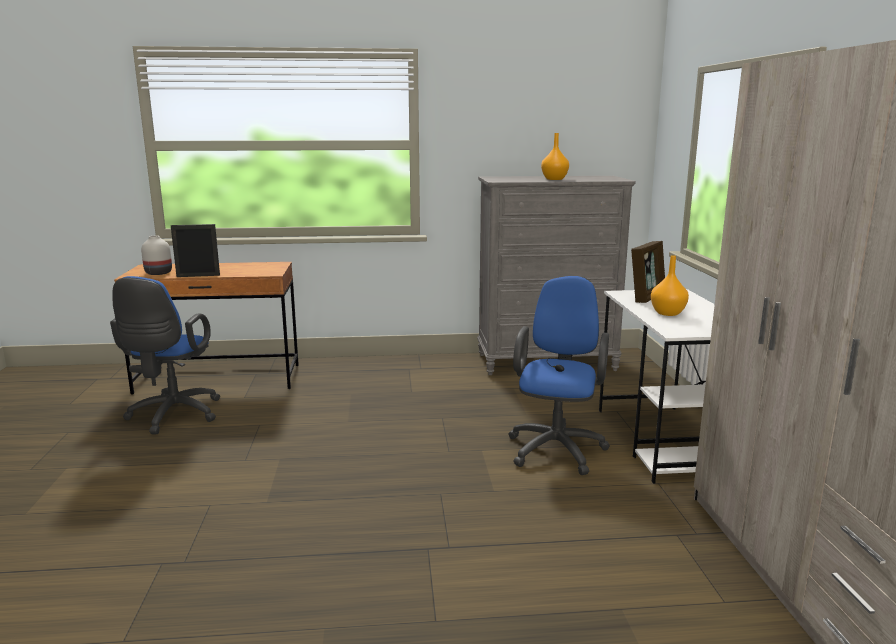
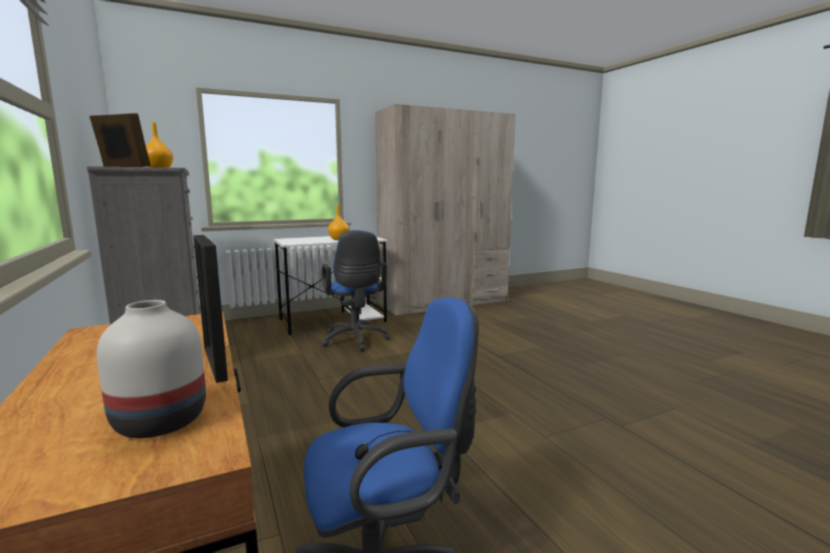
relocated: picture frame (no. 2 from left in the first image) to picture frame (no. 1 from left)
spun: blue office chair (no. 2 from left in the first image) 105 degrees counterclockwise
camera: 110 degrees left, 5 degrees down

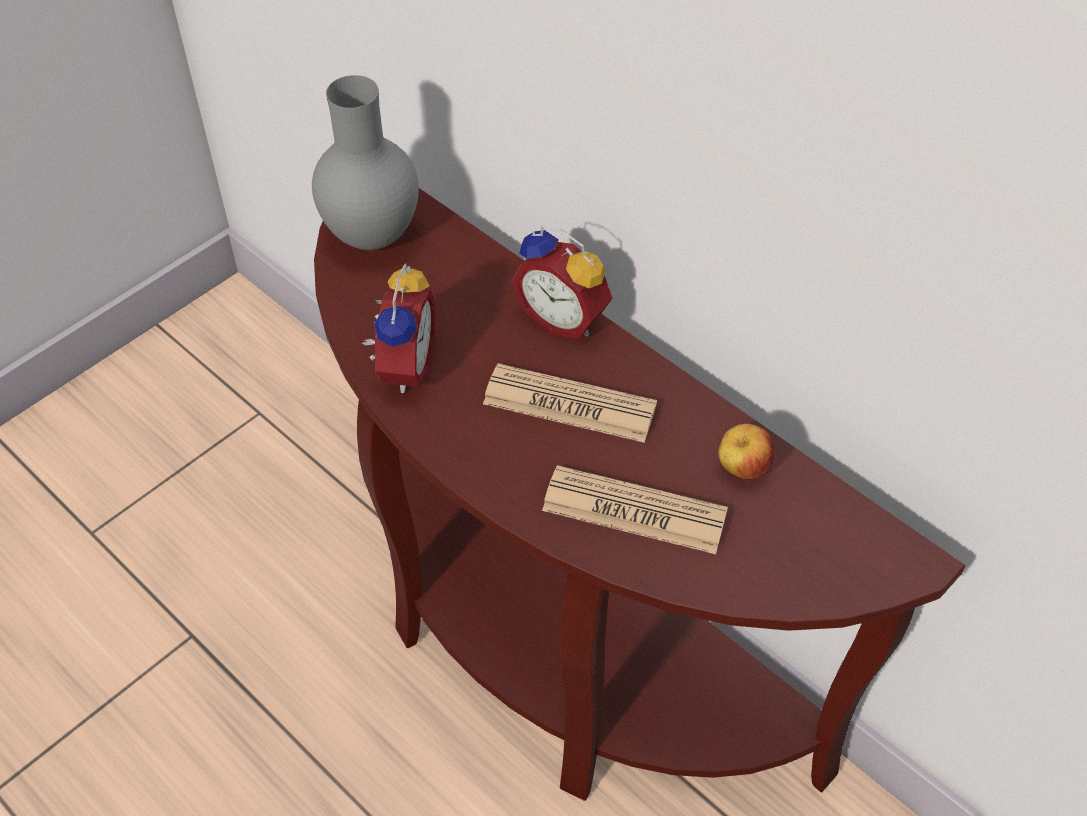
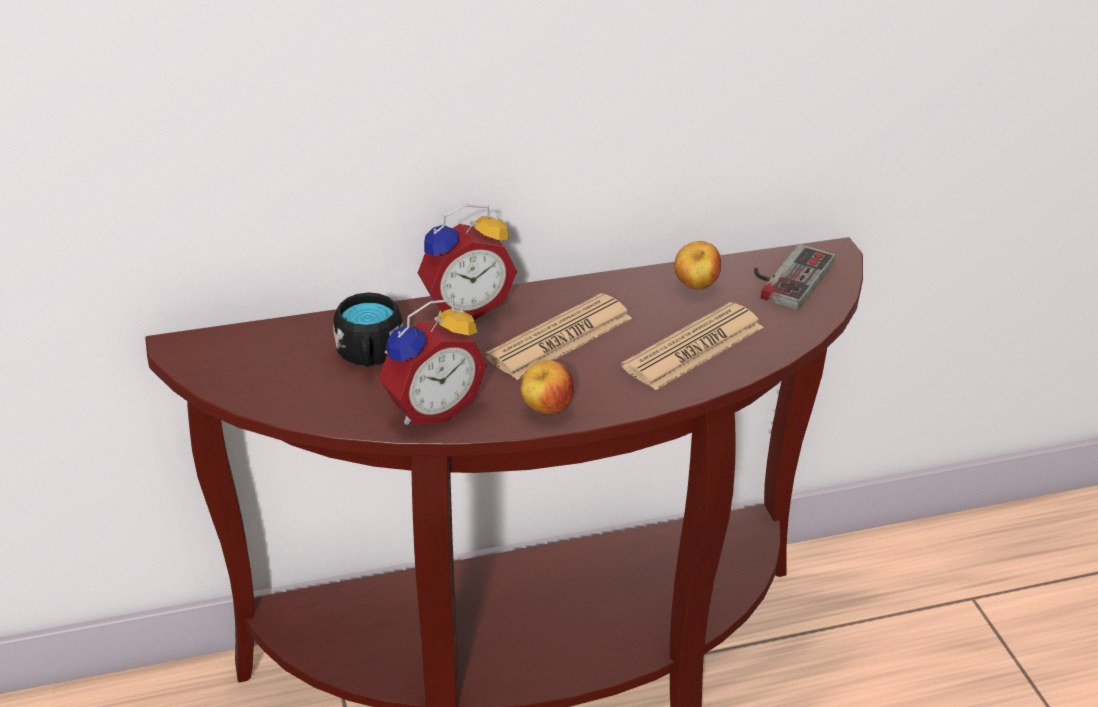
missing: grey vase
appeared: black mug; apple (no. 1 from left); game controller
spun: alarm clock (no. 1 from left) 105 degrees clockwise
camera: 60 degrees left, 15 degrees down

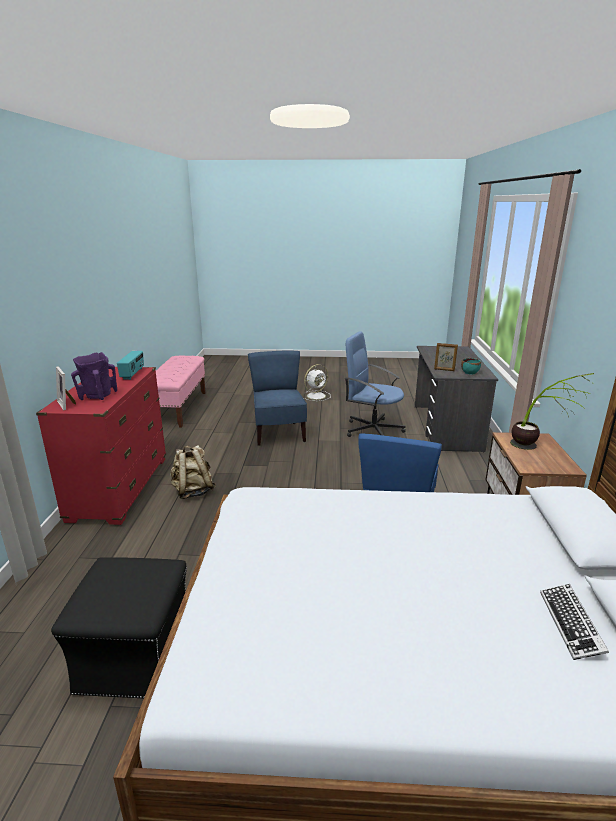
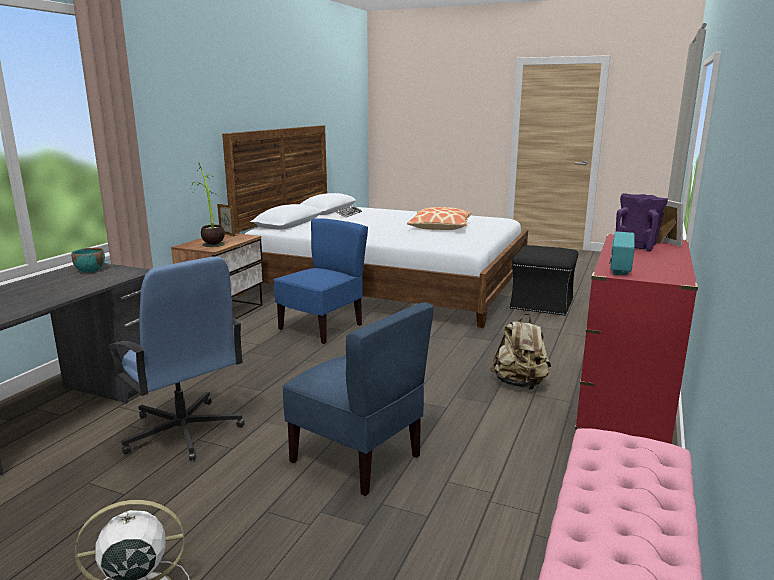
appeared: pillow
relocated: picture frame (no. 2 from left in the first image) to picture frame (no. 1 from left)
spun: blue chair (no. 1 from left in the first image) 60 degrees counterclockwise
camera: 160 degrees left, 5 degrees down

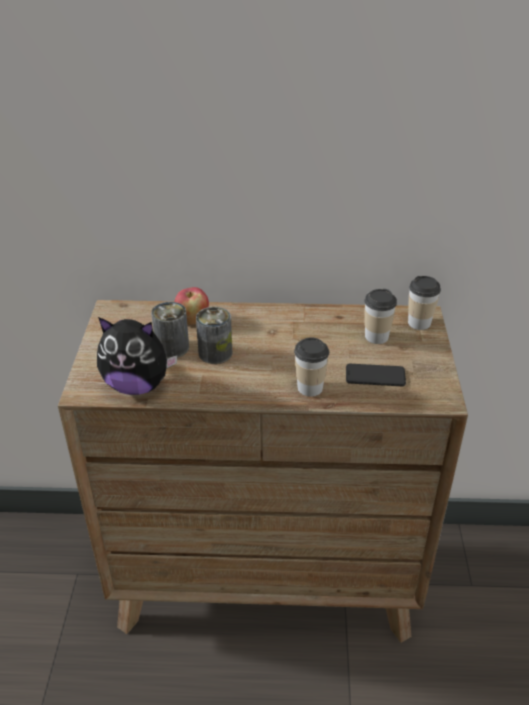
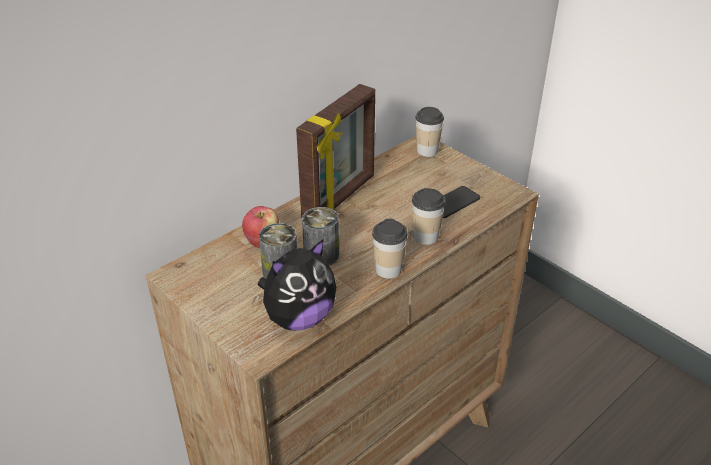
appeared: picture frame
relocated: cup (no. 2 from left in the first image) to cup (no. 1 from left)
camera: 45 degrees left, 0 degrees up

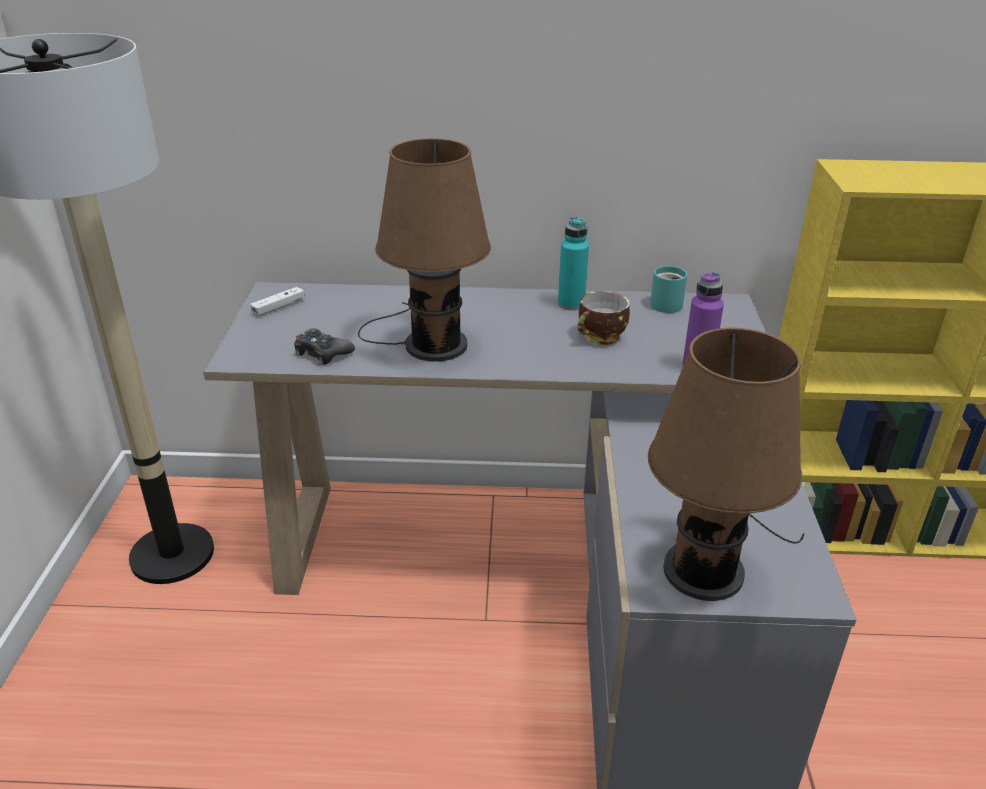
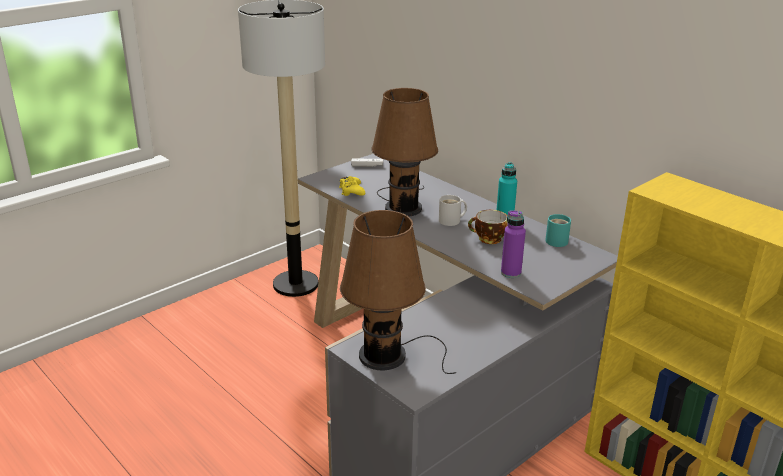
appeared: white mug
colour: black game controller to yellow game controller
camera: 45 degrees right, 5 degrees down

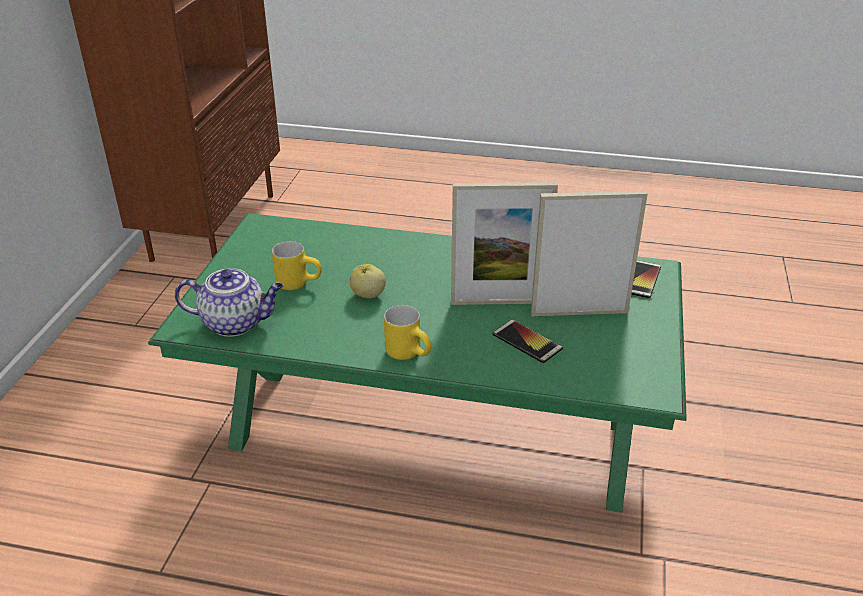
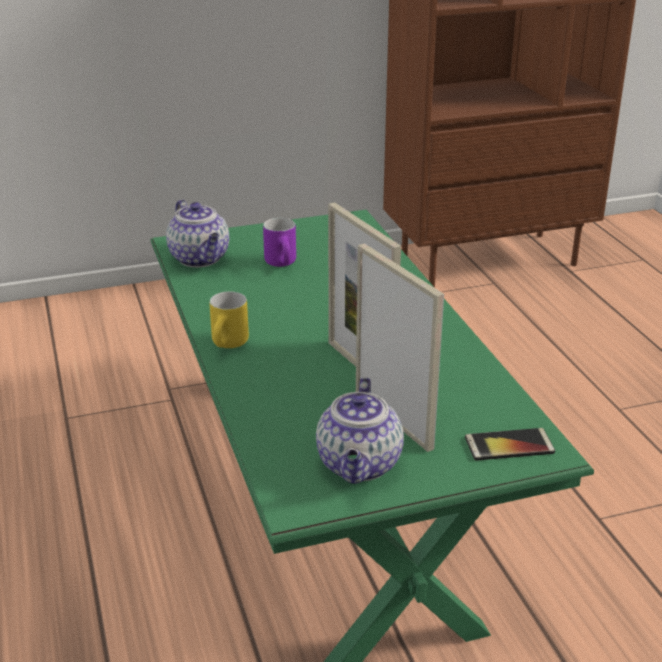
missing: apple; phone (no. 1 from left)
appeared: teapot (no. 2 from left)
colour: yellow mug (no. 1 from left) to purple mug
camera: 60 degrees right, 5 degrees down

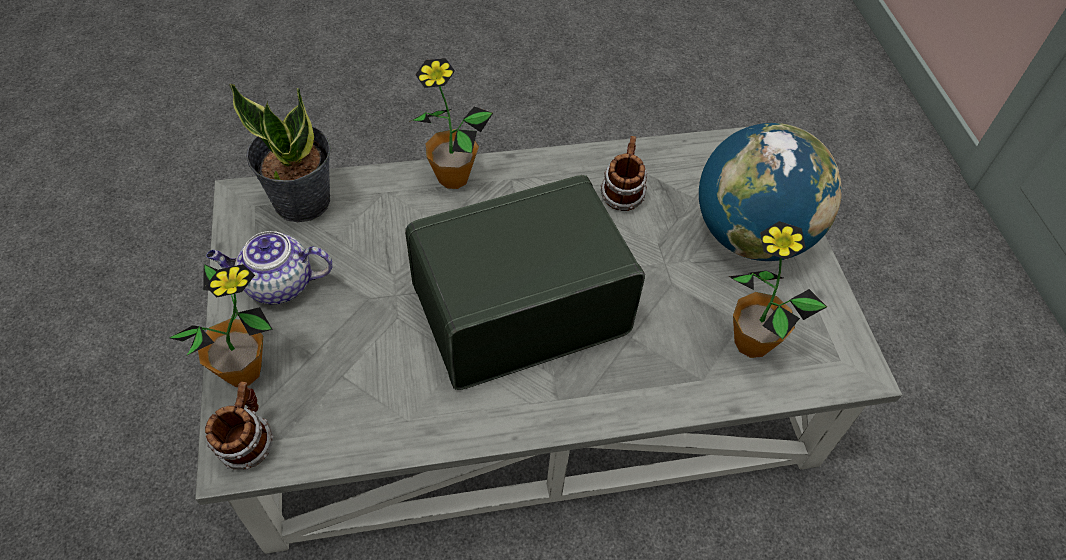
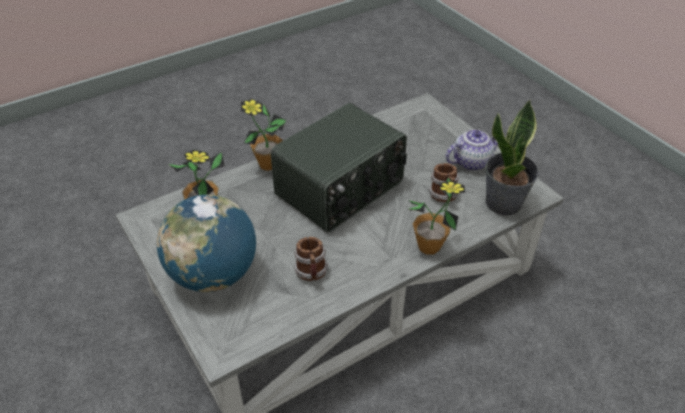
relocated: potted plant (no. 1 from left in the first image) to potted plant (no. 2 from left); mug (no. 1 from left in the first image) to mug (no. 2 from left)
camera: 160 degrees right, 10 degrees down

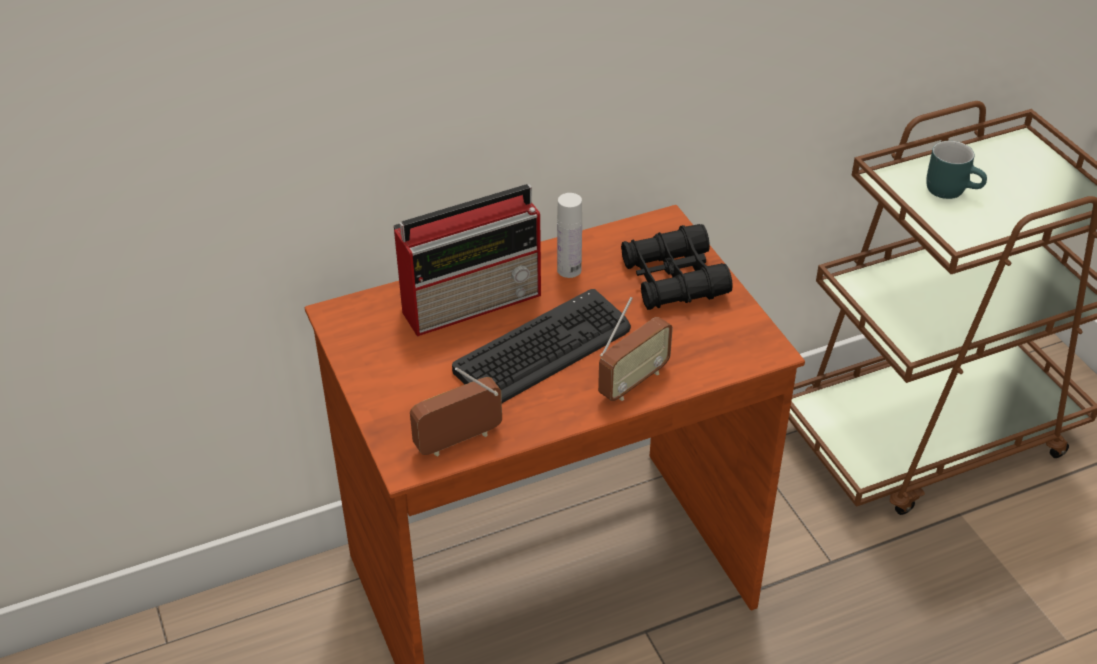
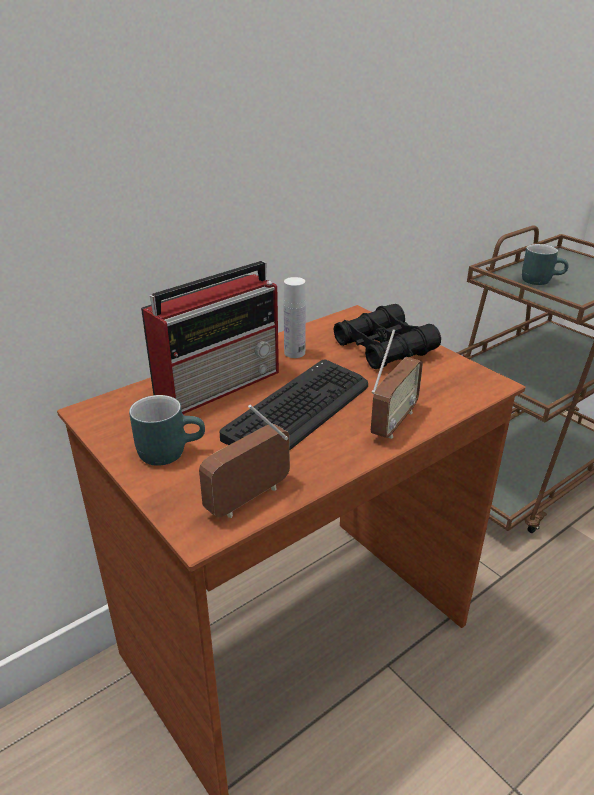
appeared: turquoise mug (no. 1 from left)
camera: 15 degrees left, 10 degrees down

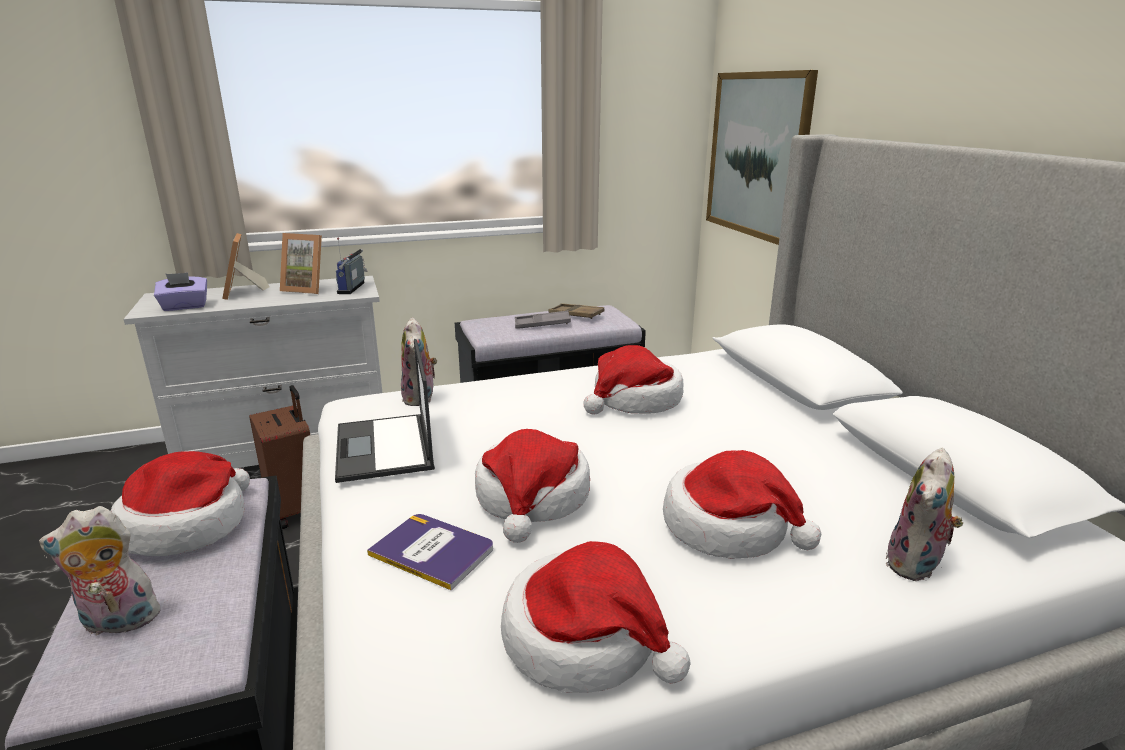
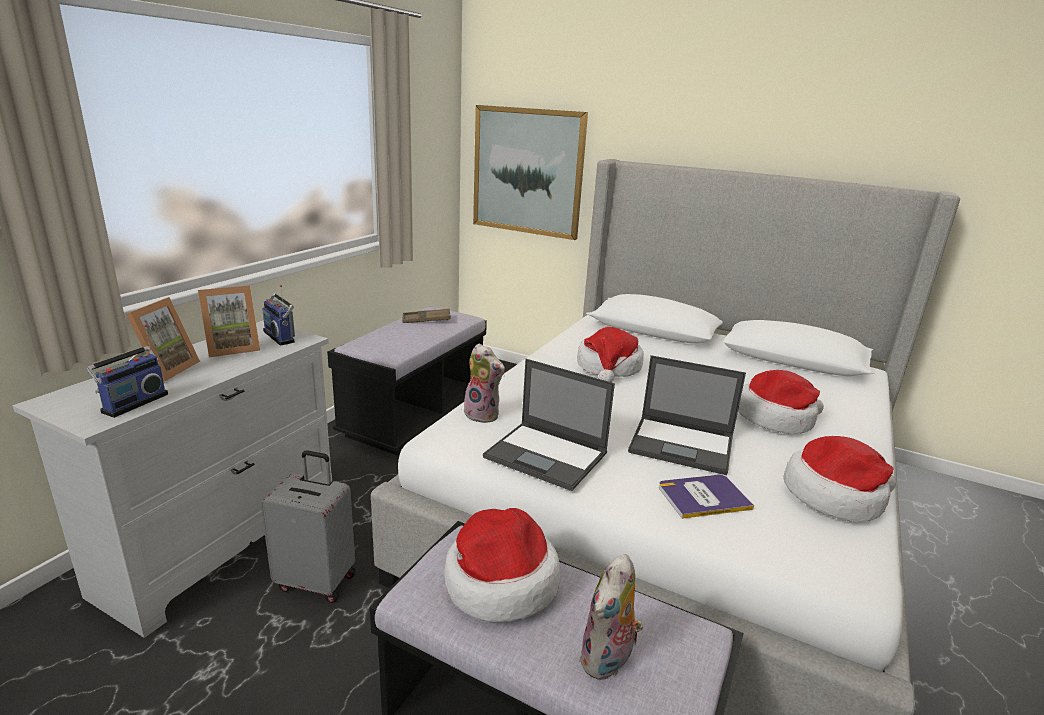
missing: grey tray; plush toy (no. 3 from left)
exchanged: purple tissue box to radio (no. 1 from left); hat (no. 2 from left) to laptop (no. 2 from left)
colour: brown suitcase to grey suitcase
spun: picture frame (no. 1 from left) 105 degrees counterclockwise
camera: 45 degrees left, 0 degrees up

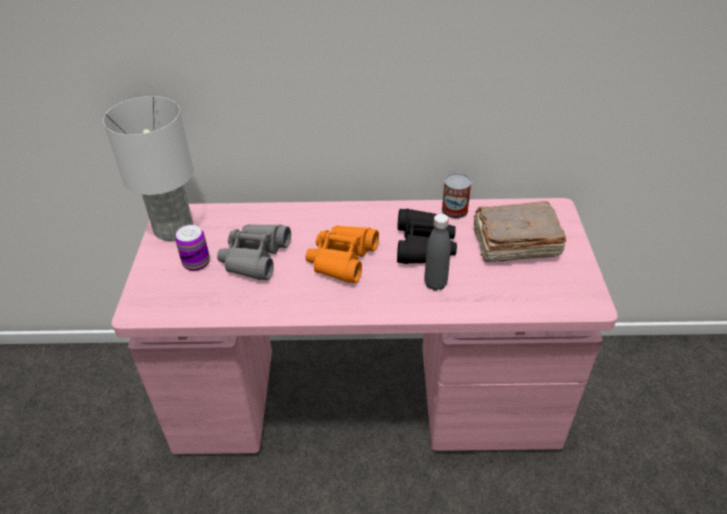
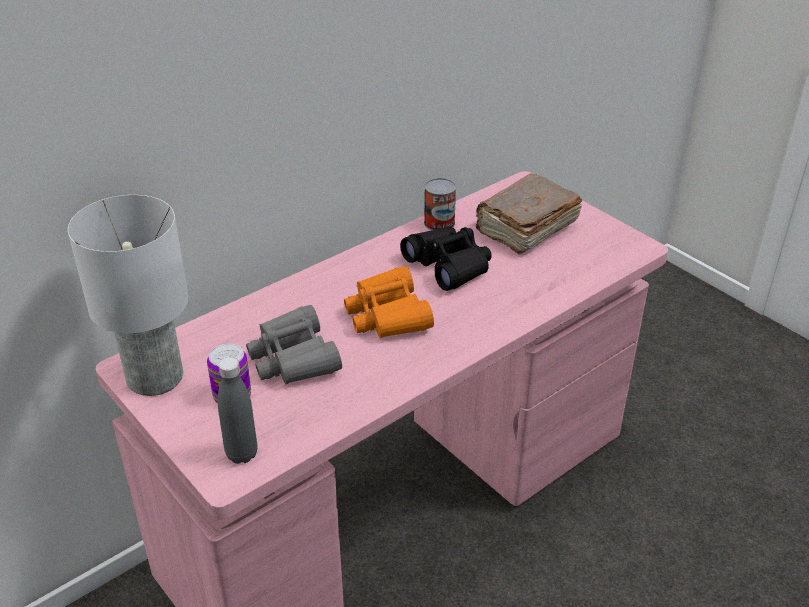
relocated: grey bottle
camera: 40 degrees left, 5 degrees down

